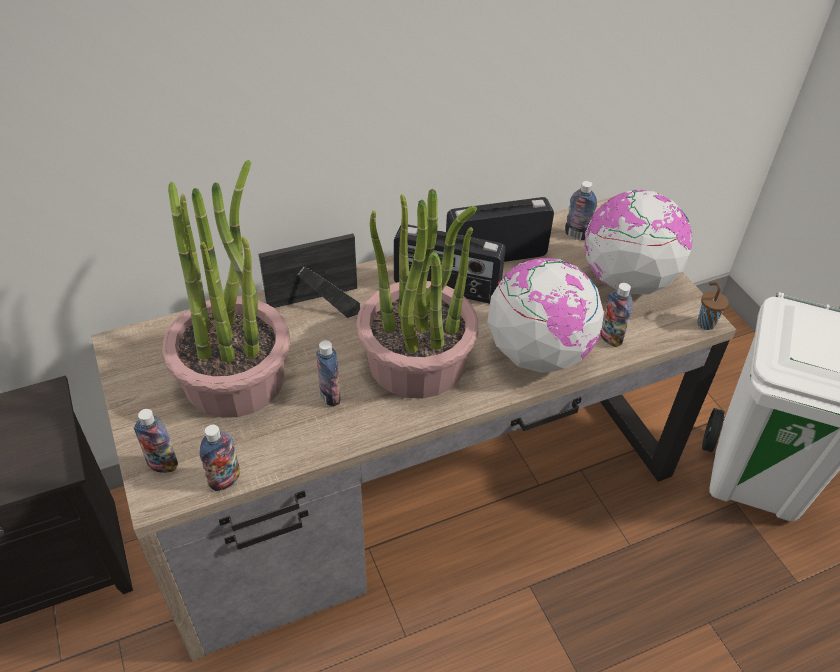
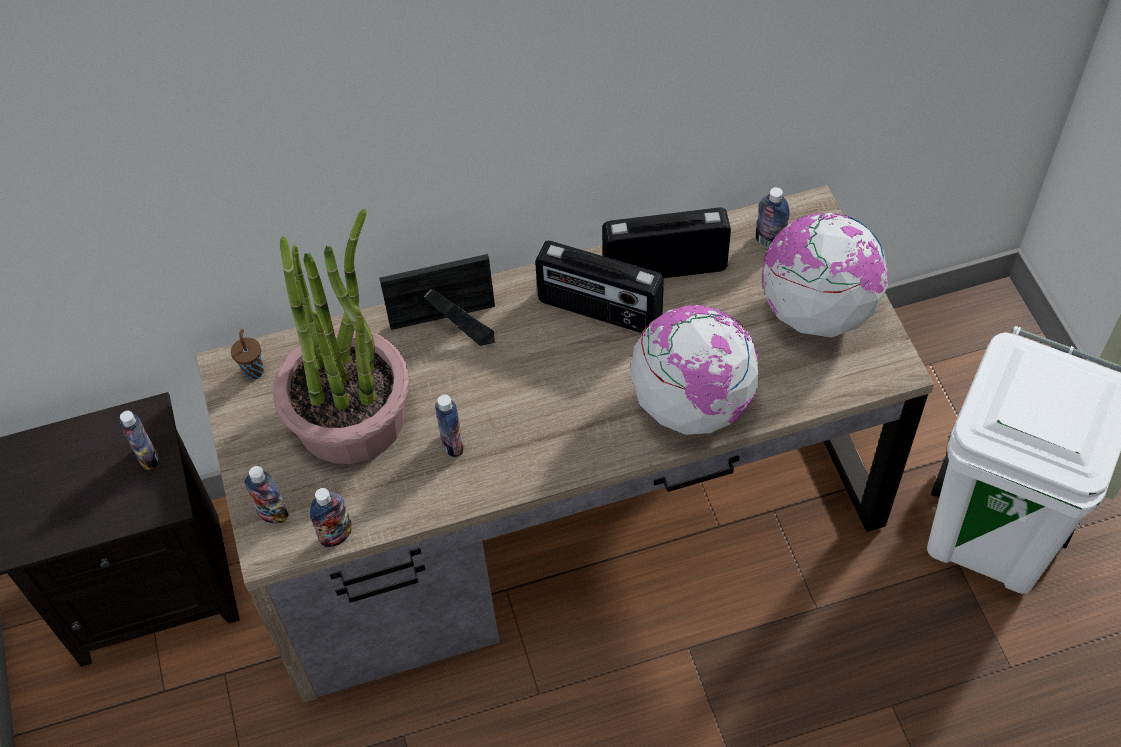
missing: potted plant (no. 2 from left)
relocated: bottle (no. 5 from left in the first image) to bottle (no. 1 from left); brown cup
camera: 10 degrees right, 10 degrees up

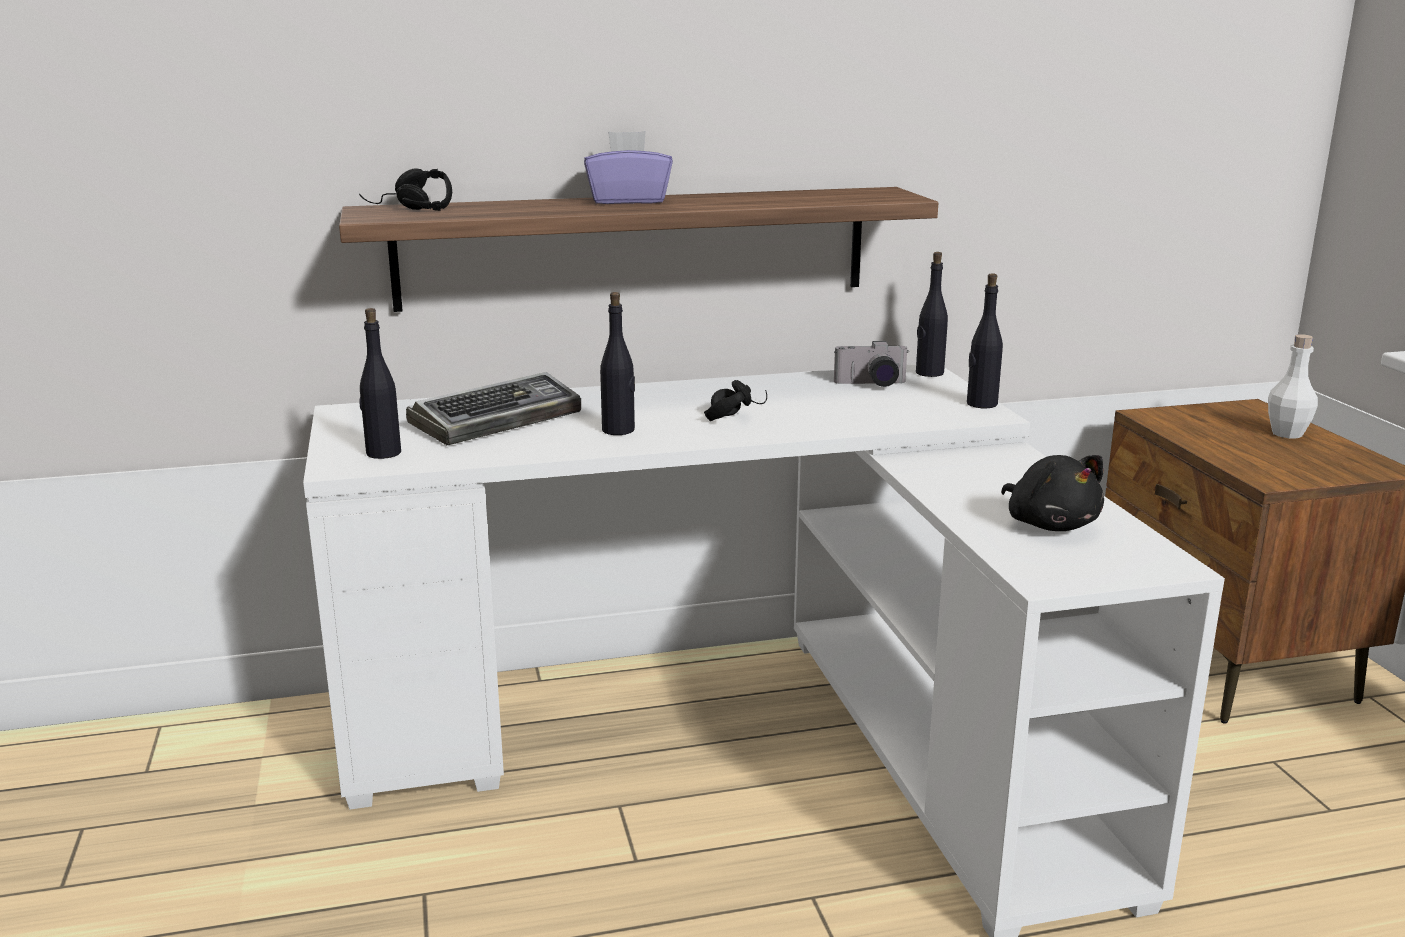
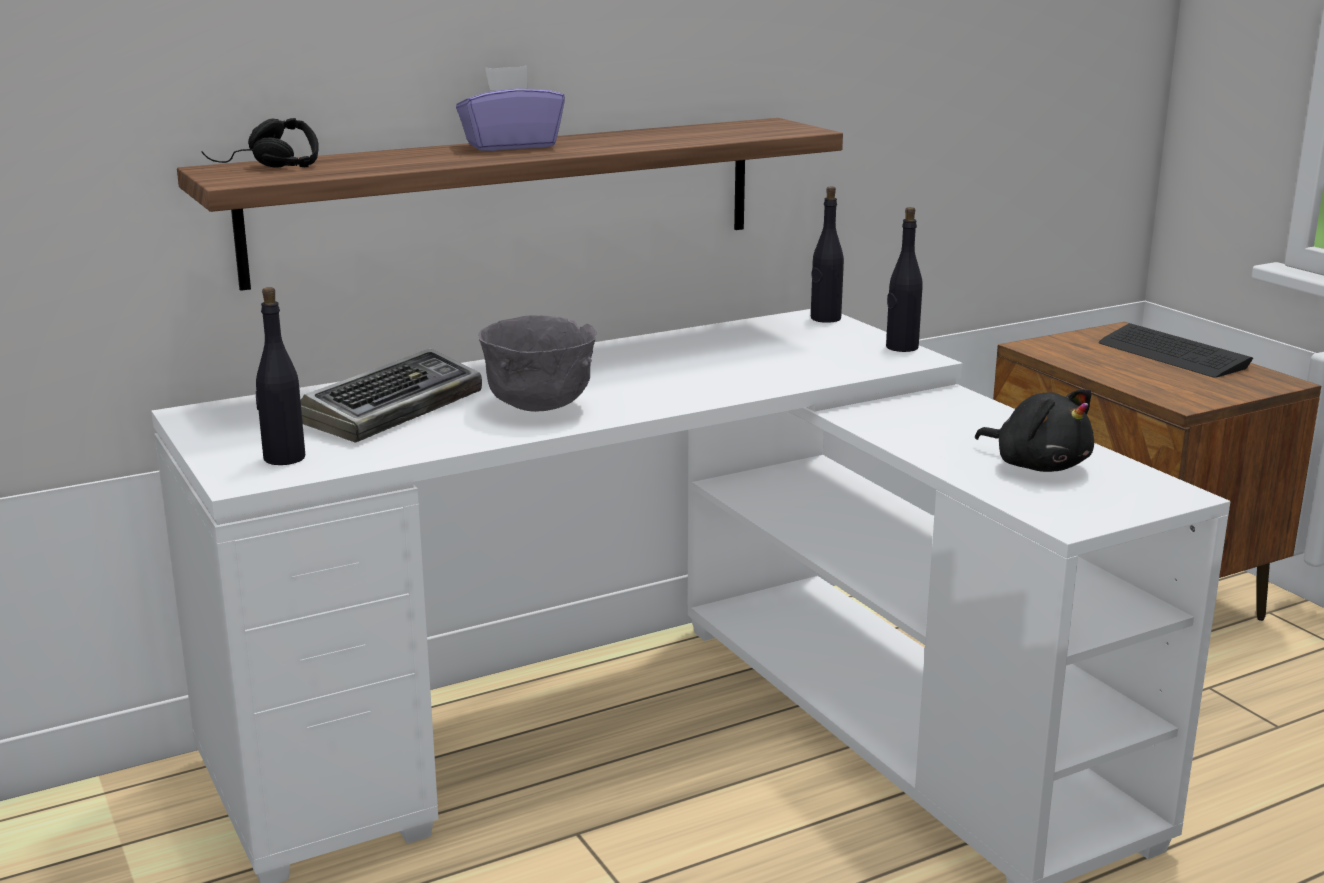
missing: black headphones (no. 2 from left); photo camera
exchanged: black bottle (no. 2 from left) to grey bowl; white bottle to keyboard (no. 2 from left)
camera: 15 degrees left, 0 degrees up

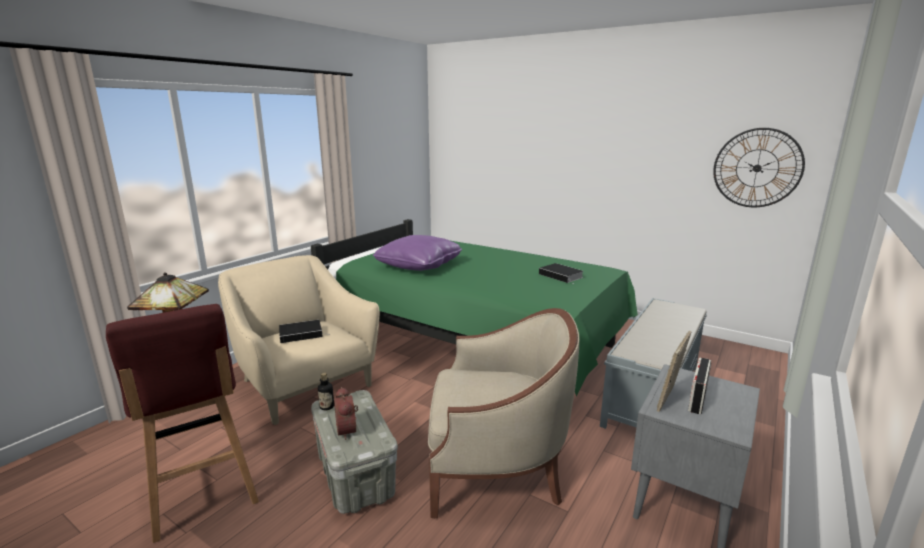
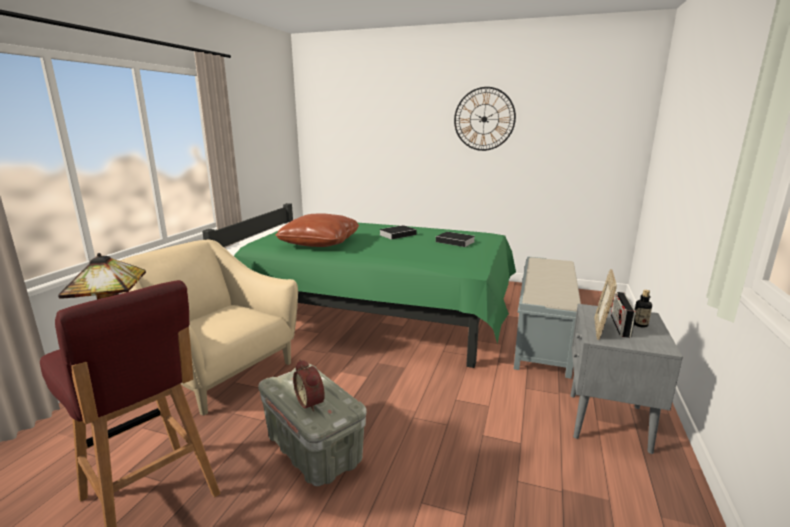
missing: beige armchair (no. 2 from left)
relocated: book (no. 1 from left); bottle; wall clock
colour: purple pillow to brown pillow
camera: 15 degrees left, 0 degrees up

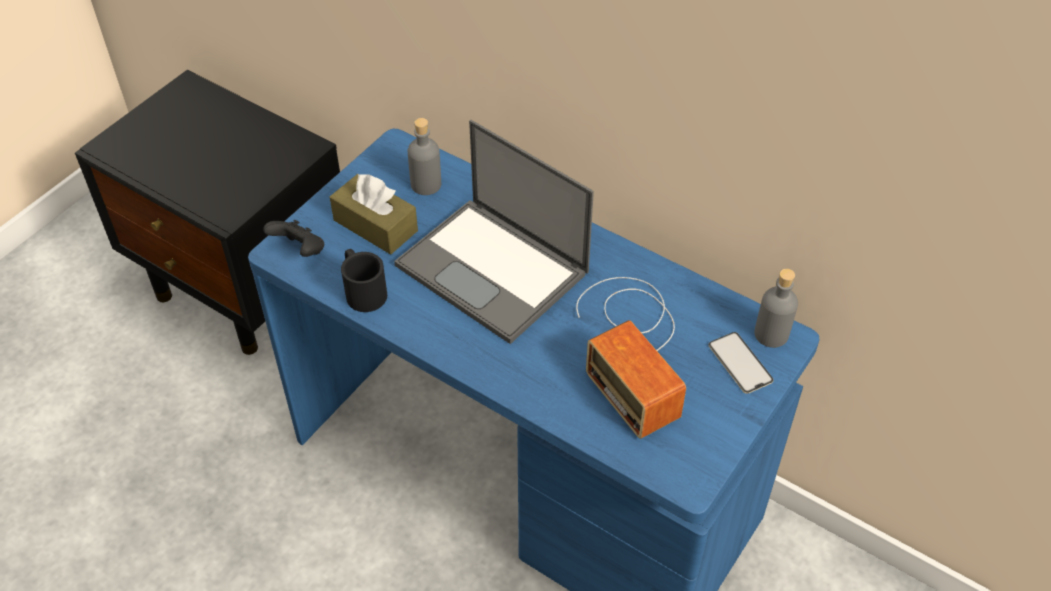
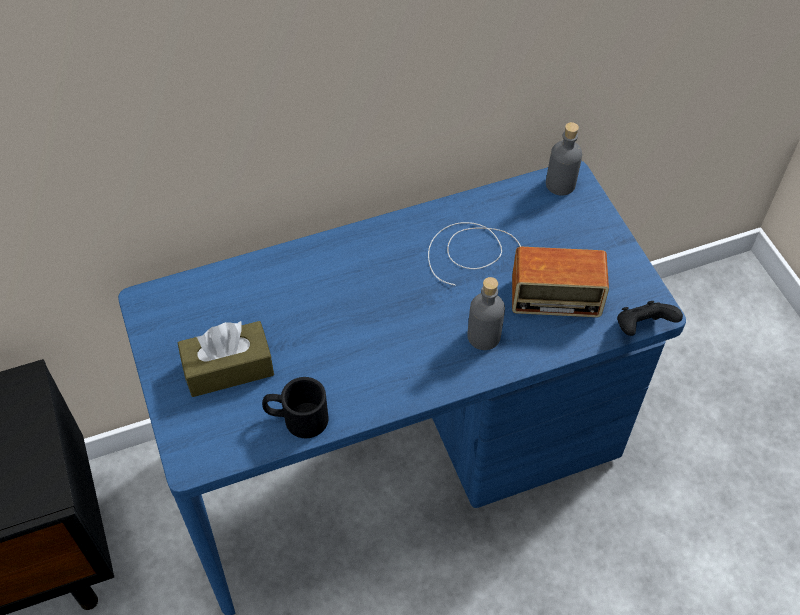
missing: laptop; phone
relocated: black game controller; grey bottle (no. 1 from left)
camera: 55 degrees left, 5 degrees up

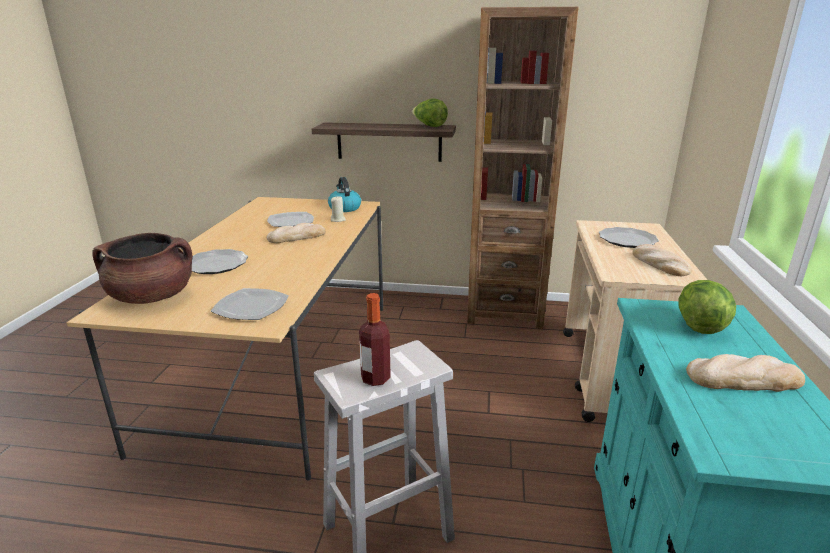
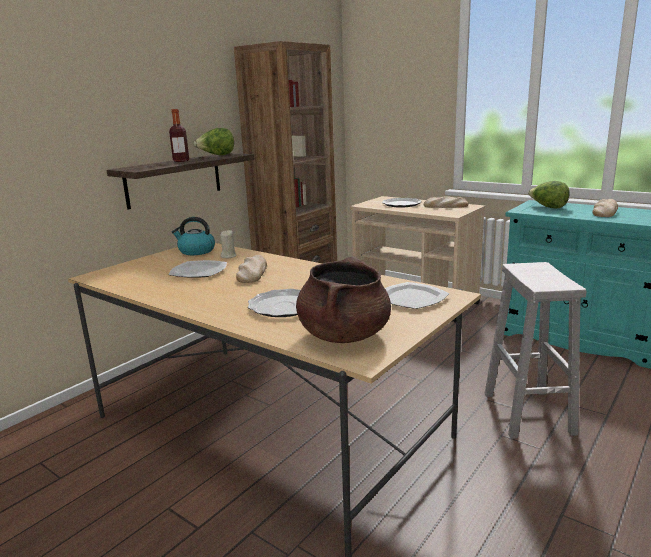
relocated: bottle
camera: 60 degrees left, 5 degrees down

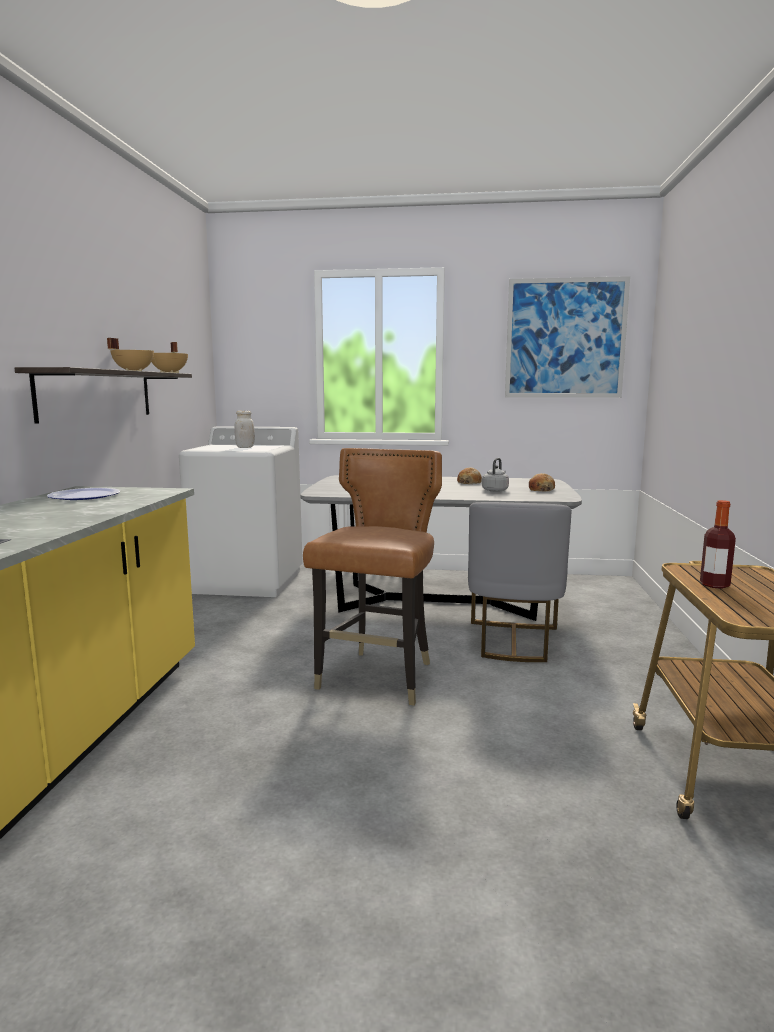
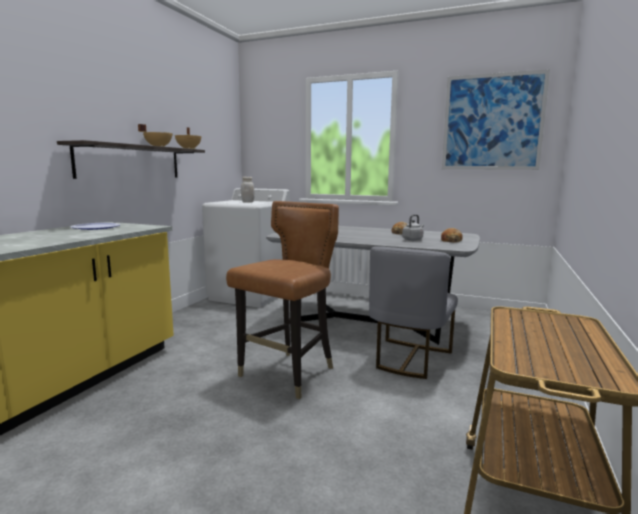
missing: bottle
camera: 15 degrees right, 0 degrees up

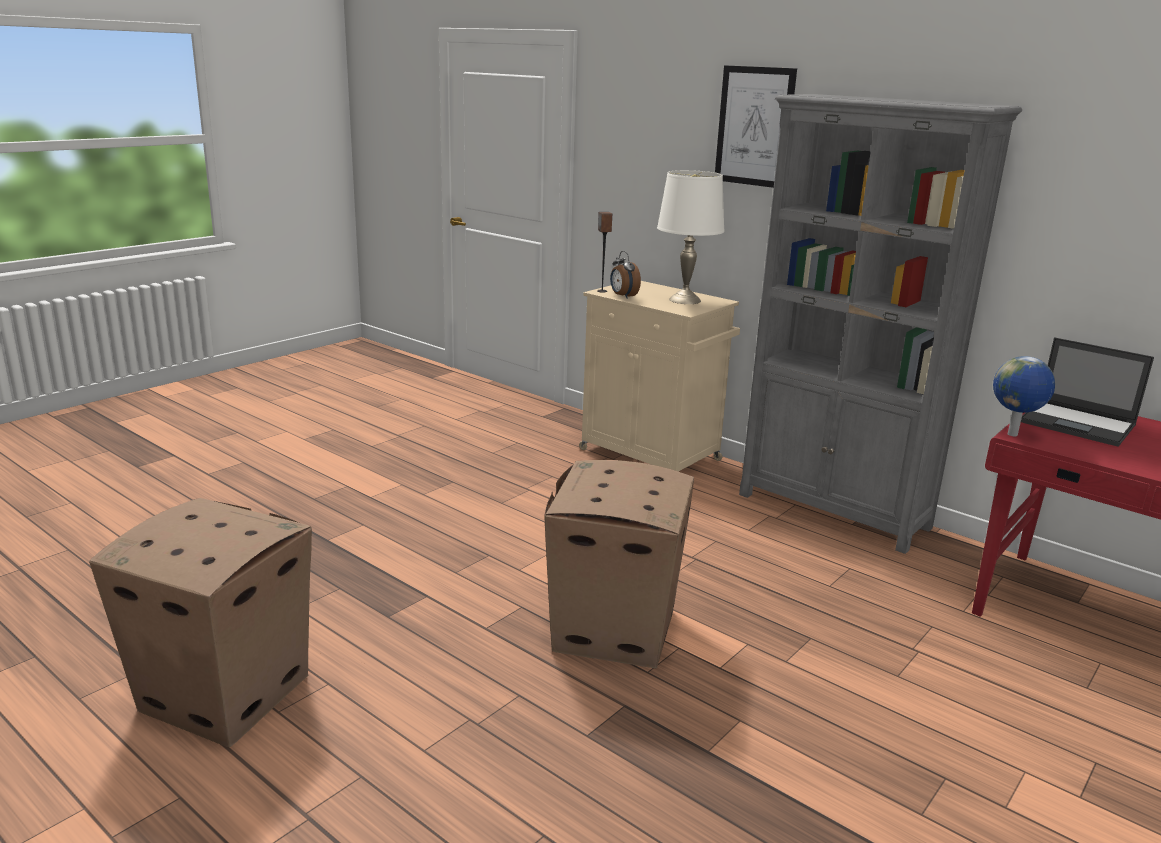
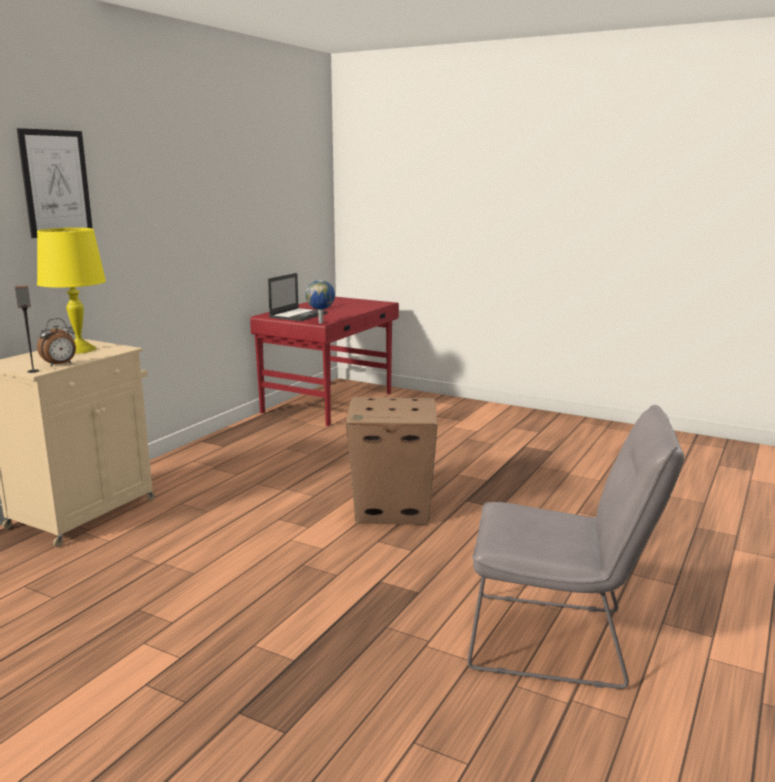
missing: grey bookcase
exchanged: cardboard box (no. 1 from left) to grey chair
colour: white table lamp to yellow table lamp
camera: 100 degrees left, 5 degrees down

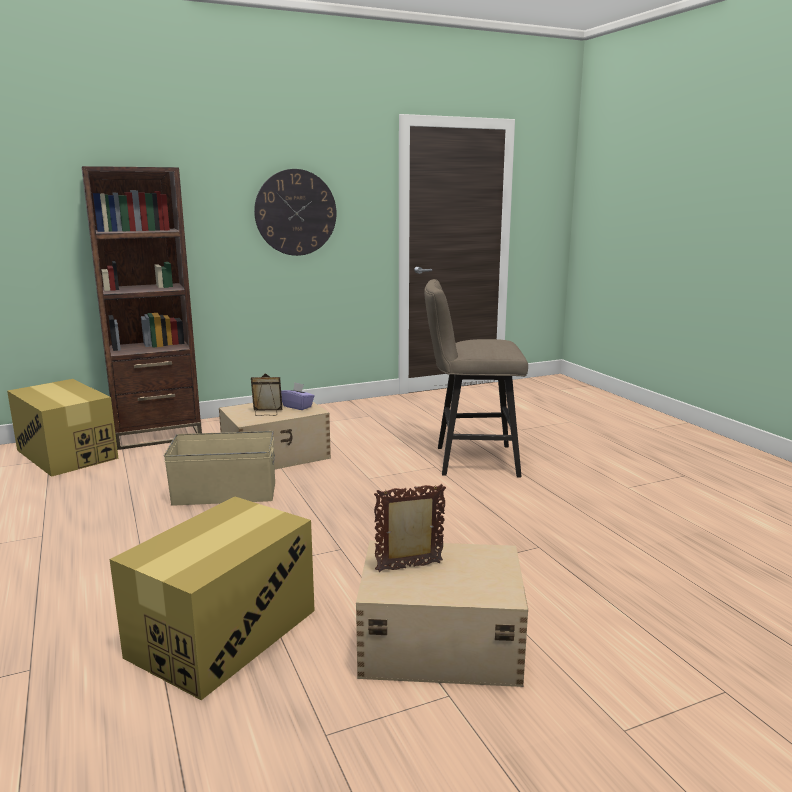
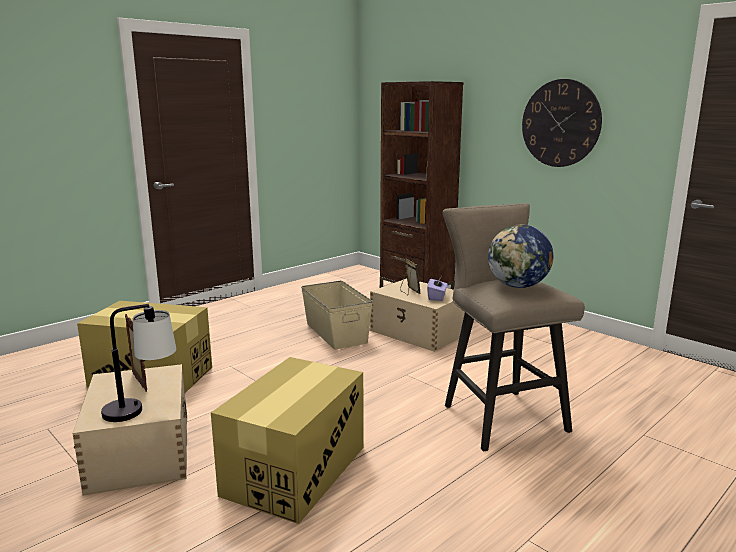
appeared: table lamp; globe
relocated: cardboard box (no. 1 from left in the first image) to cardboard box (no. 2 from left)
camera: 70 degrees right, 0 degrees up

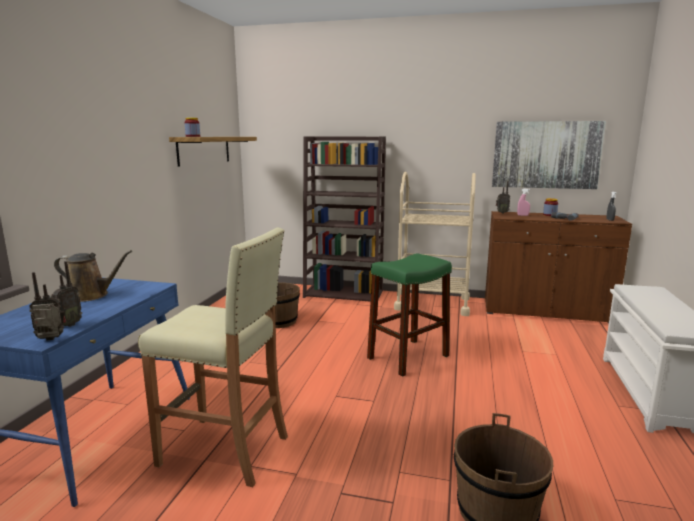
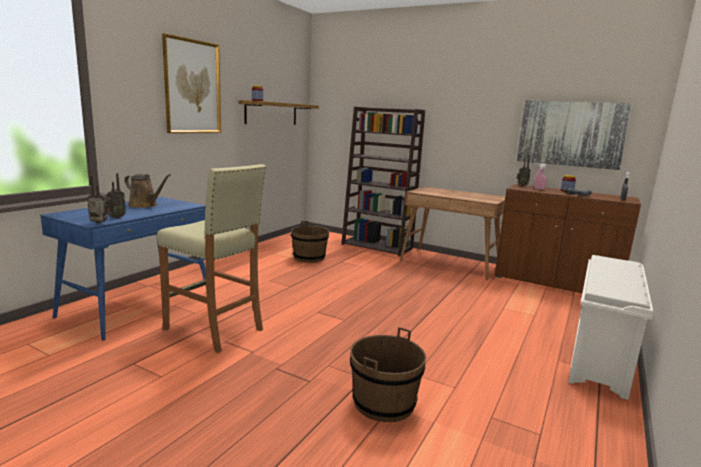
missing: green stool
appeared: picture (no. 1 from left)
exchanged: beige cart to brown desk
camera: 15 degrees right, 0 degrees up

